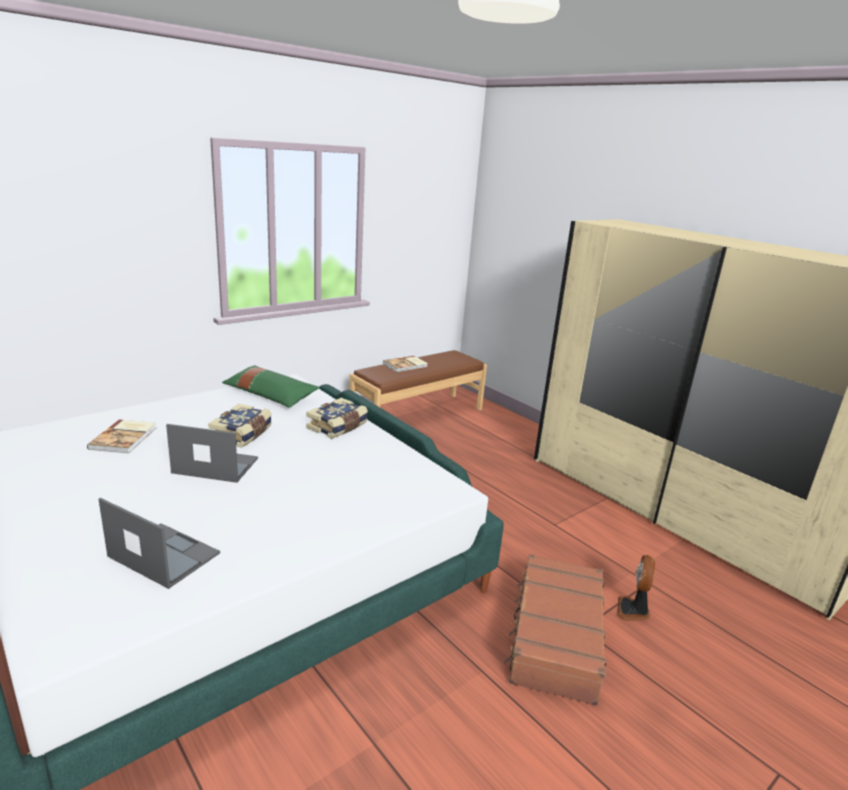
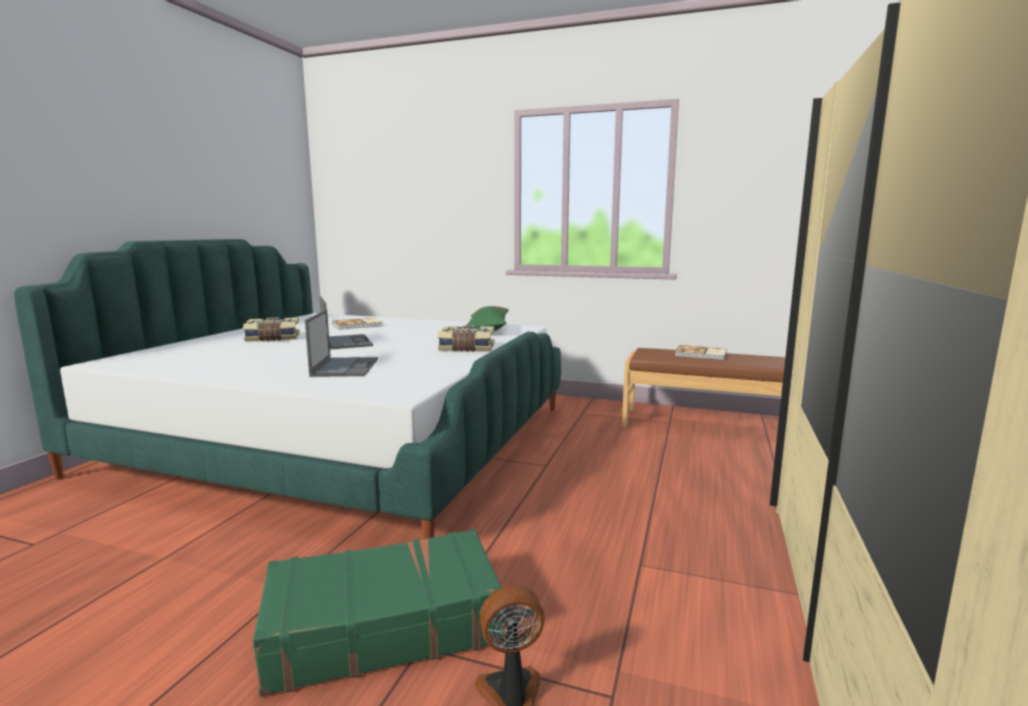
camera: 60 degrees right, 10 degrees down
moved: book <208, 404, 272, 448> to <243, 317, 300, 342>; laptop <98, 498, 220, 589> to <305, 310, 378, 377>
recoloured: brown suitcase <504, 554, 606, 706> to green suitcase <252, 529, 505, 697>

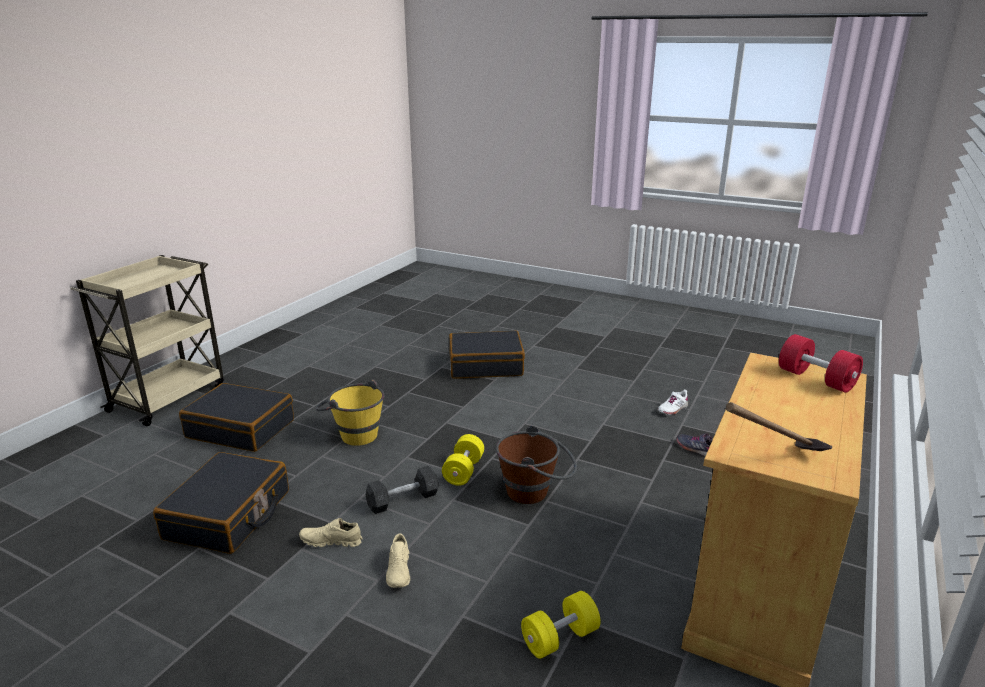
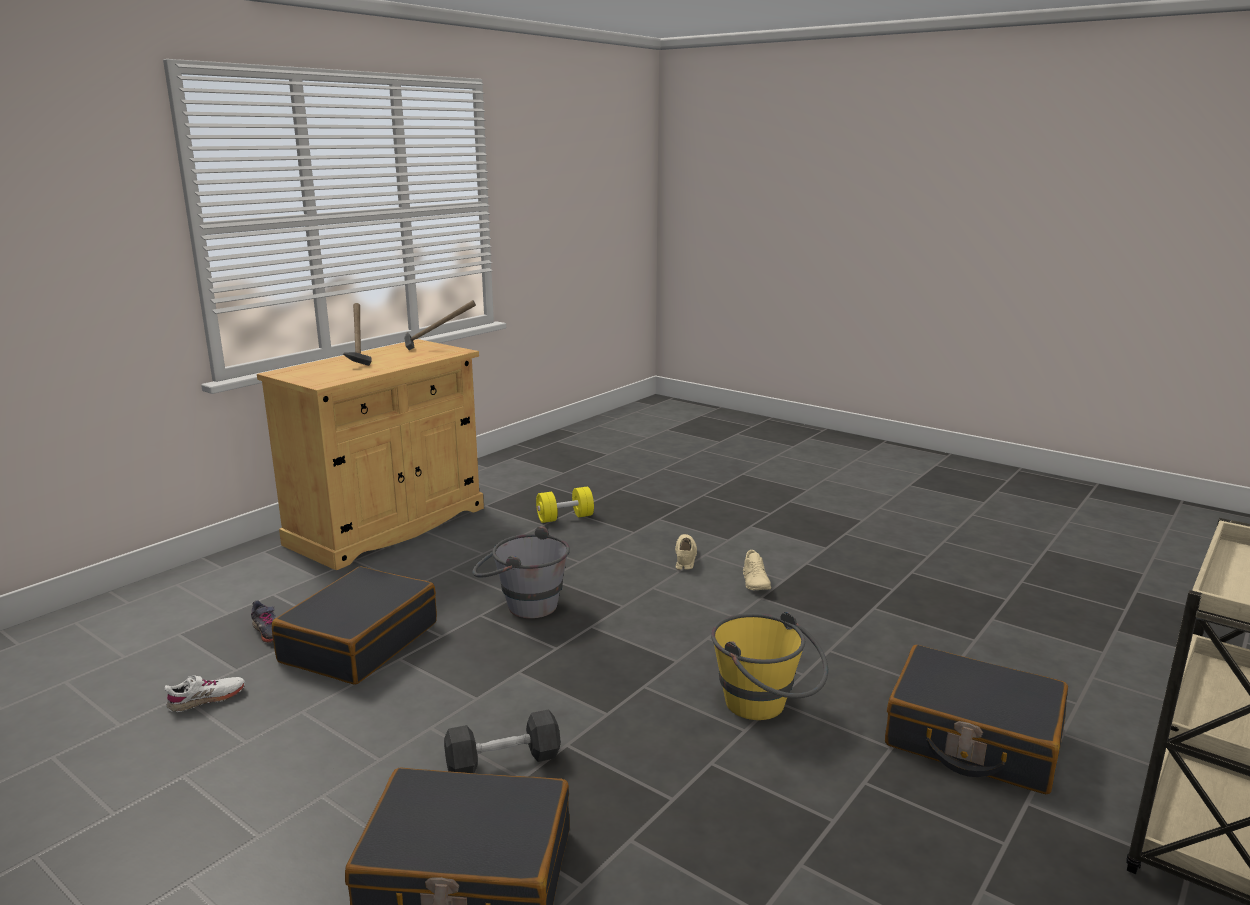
camera: 170 degrees left, 5 degrees down
removed: red dumbbell <779, 334, 863, 393>; yellow dumbbell <442, 434, 484, 486>
added: hammer <343, 303, 371, 366>
moved: black suitcase <153, 452, 289, 554> to <272, 566, 437, 685>; grey dumbbell <365, 466, 439, 514> to <444, 709, 561, 773>
recoloured: brown bucket <496, 425, 577, 504> to grey bucket <472, 526, 570, 618>
turned: beige shoe <299, 518, 363, 547> = <743, 550, 771, 590> 75 degrees clockwise

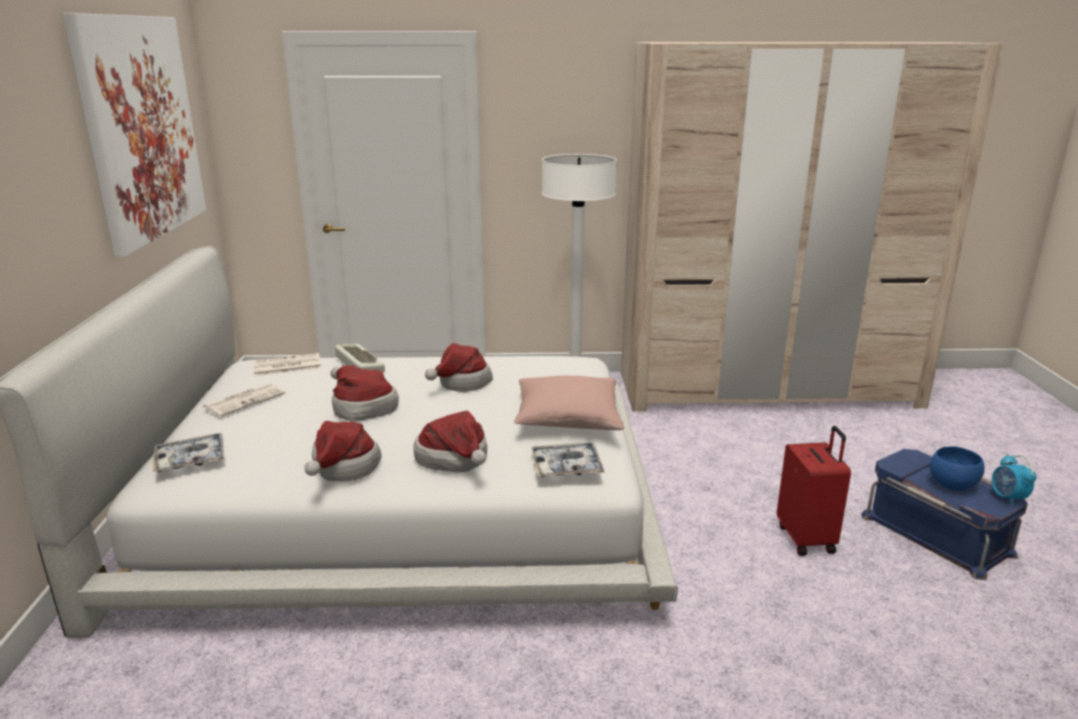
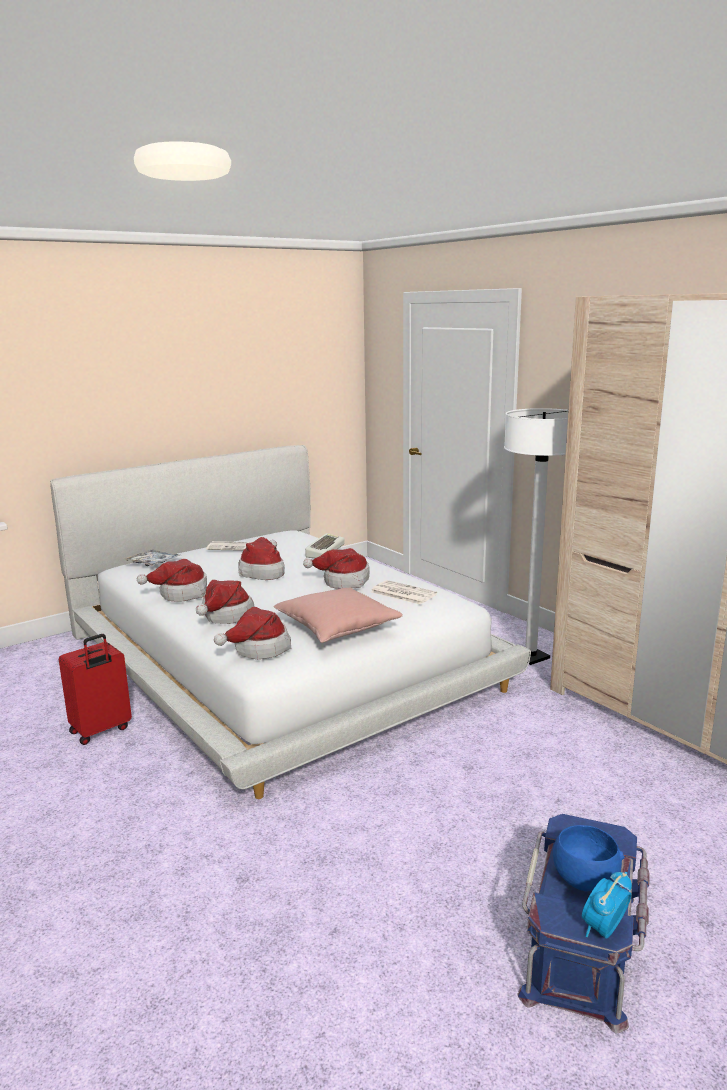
camera: 55 degrees right, 5 degrees down
removed: picture <63, 13, 206, 257>
moved: newspaper <254, 353, 321, 376> to <371, 580, 437, 605>; red suitcase <777, 426, 851, 556> to <59, 634, 132, 745>
replaced: tray <531, 442, 605, 477> to hat <214, 607, 291, 659>

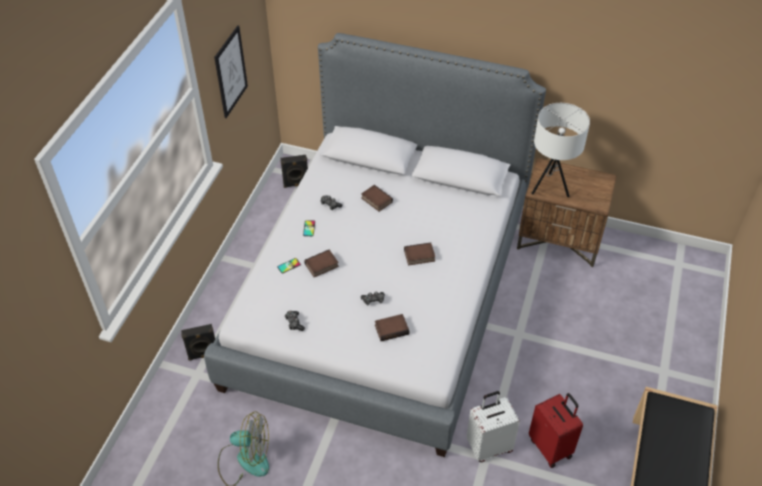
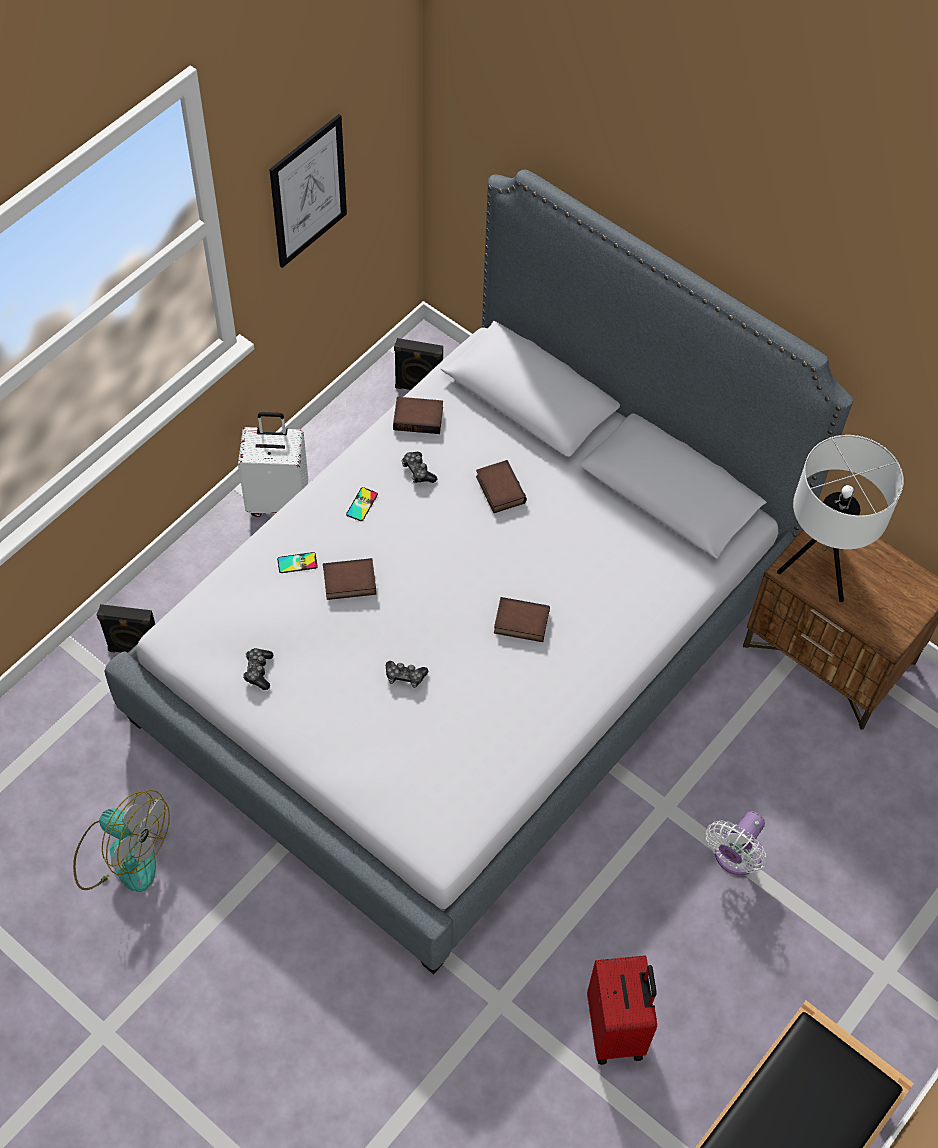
camera: 20 degrees right, 10 degrees up
added: white fan <706, 811, 766, 875>
moved: book <375, 314, 409, 341> to <393, 397, 443, 434>; white suitcase <466, 391, 520, 462> to <238, 412, 308, 517>

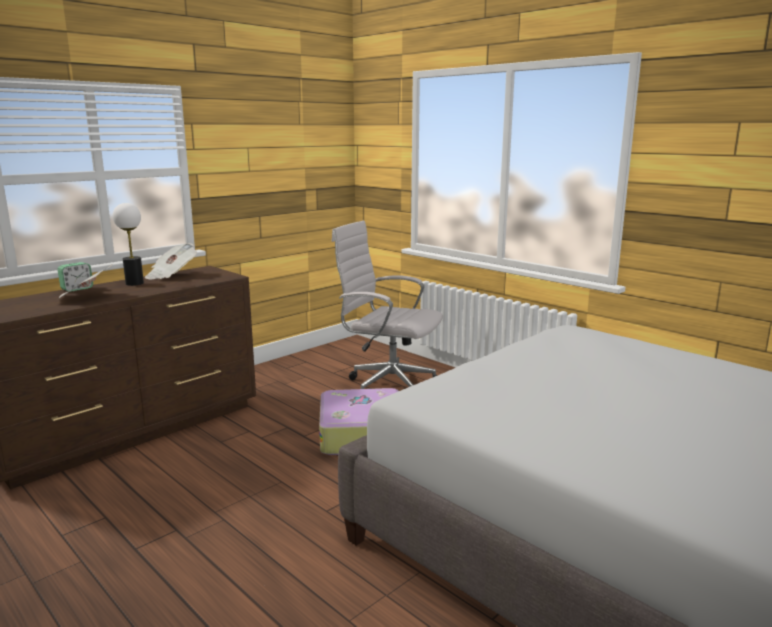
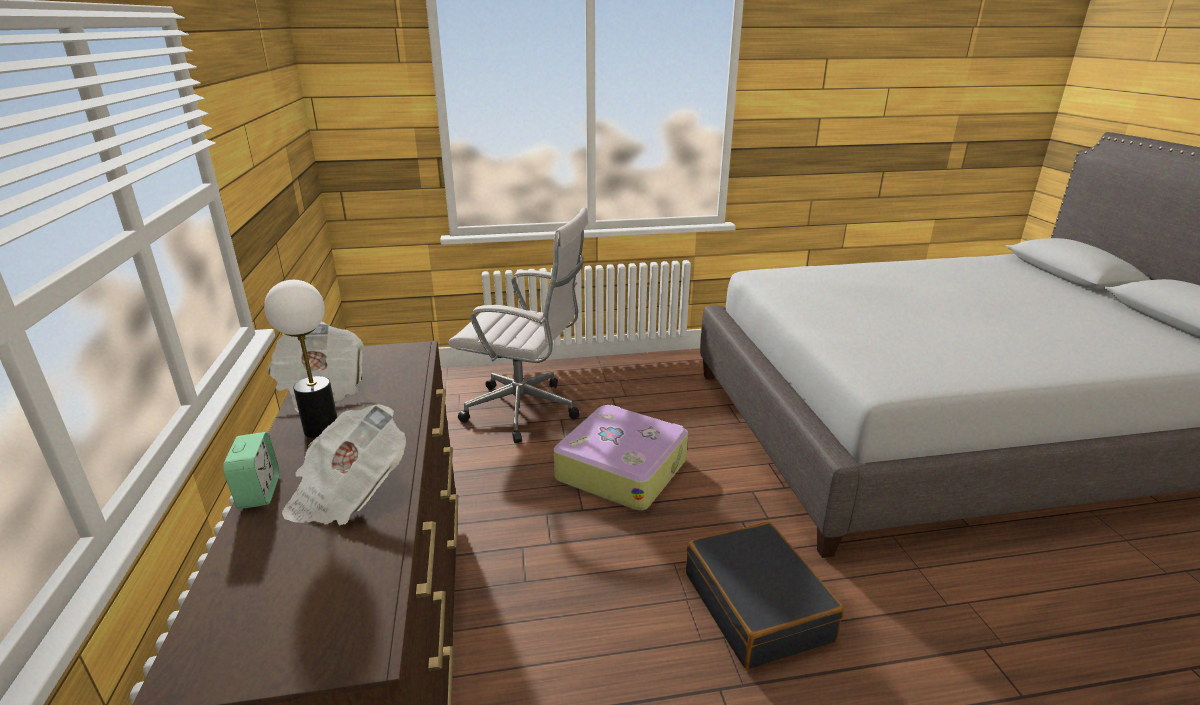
camera: 55 degrees left, 10 degrees up
added: black suitcase <686, 522, 844, 669>
turned: white office chair <332, 221, 443, 389> = <448, 208, 589, 443> 135 degrees counterclockwise

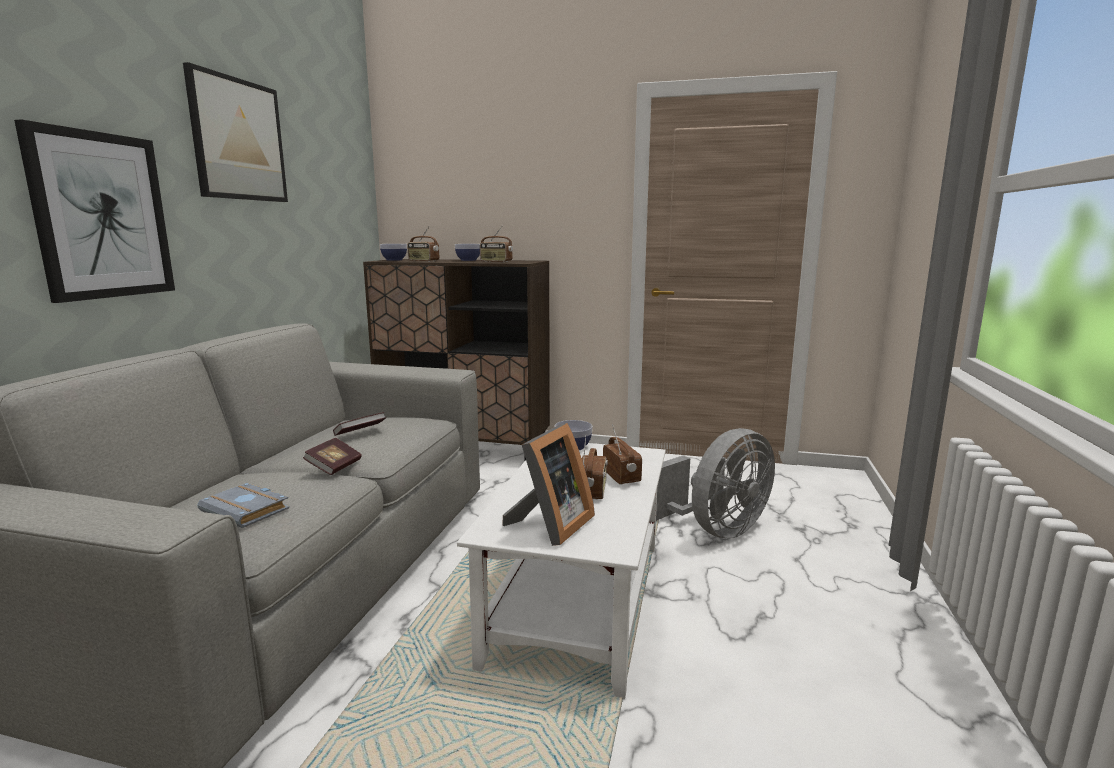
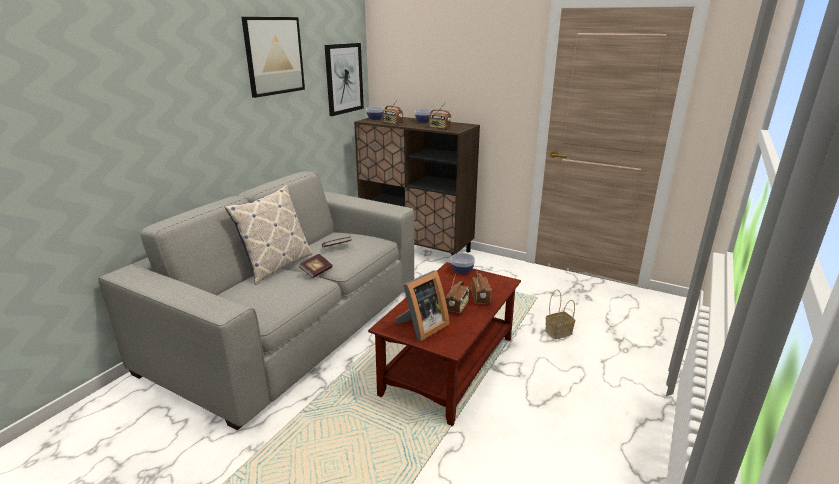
camera: 15 degrees right, 10 degrees up
removed: grey book <198, 483, 289, 528>
added: pillow <225, 185, 313, 285>
moved: picture <14, 120, 175, 303> to <325, 43, 364, 116>
replaced: grey fan <656, 428, 775, 539> to basket <545, 290, 575, 339>
recoloured: white coffee table <457, 443, 666, 700> to brown coffee table <368, 262, 521, 427>

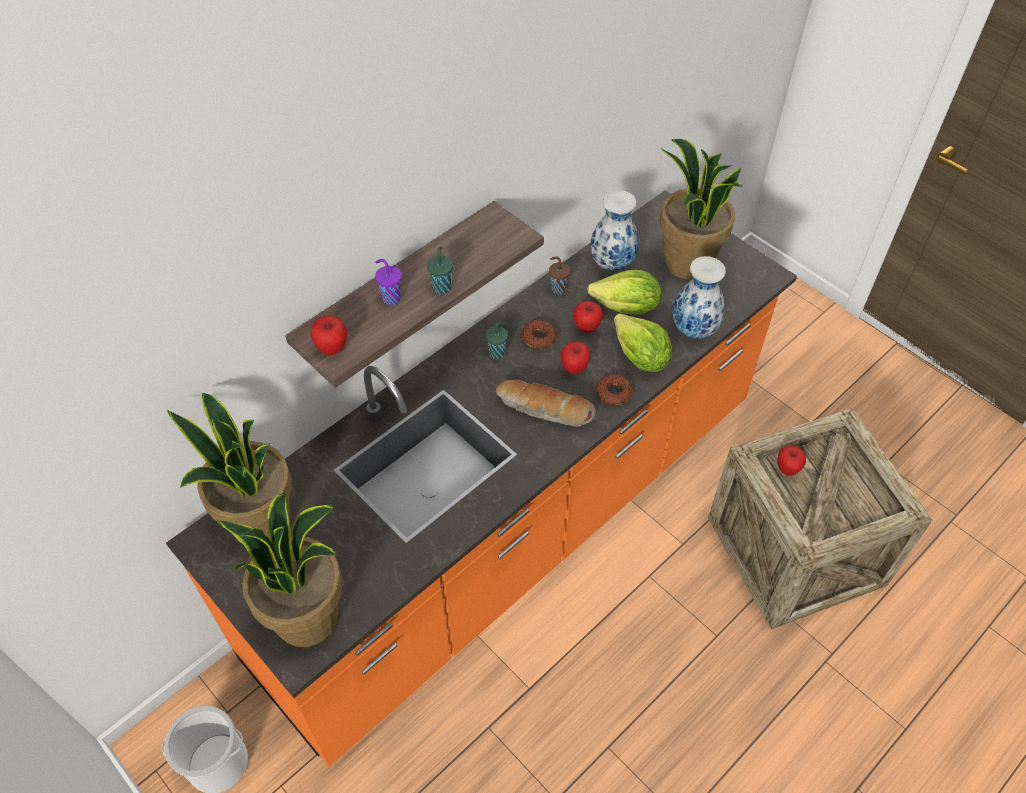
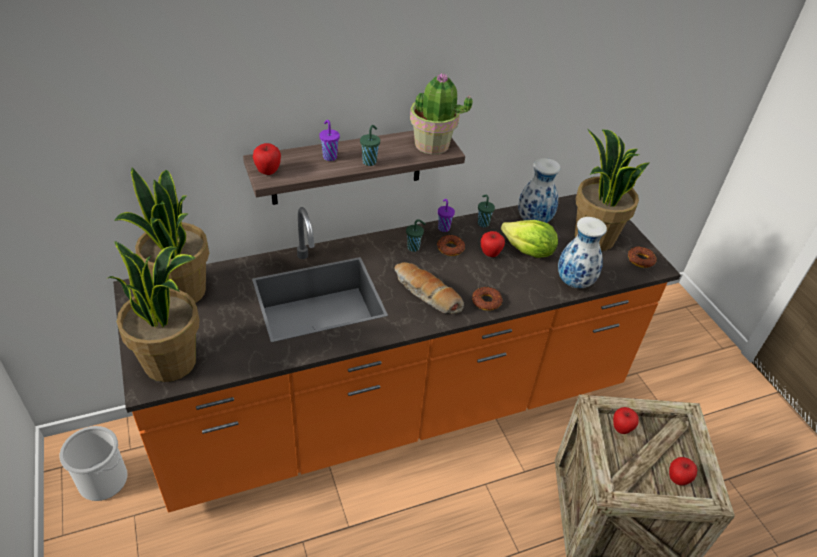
camera: 20 degrees right, 10 degrees down
removed: lettuce <614, 313, 672, 372>
added: potted plant <410, 72, 473, 154>; purple cup <438, 199, 455, 232>; donut <628, 246, 657, 268>
moved: apple <560, 341, 590, 374> to <669, 457, 697, 485>
recoloured: brown cup <549, 256, 570, 294> to green cup <478, 195, 495, 227>

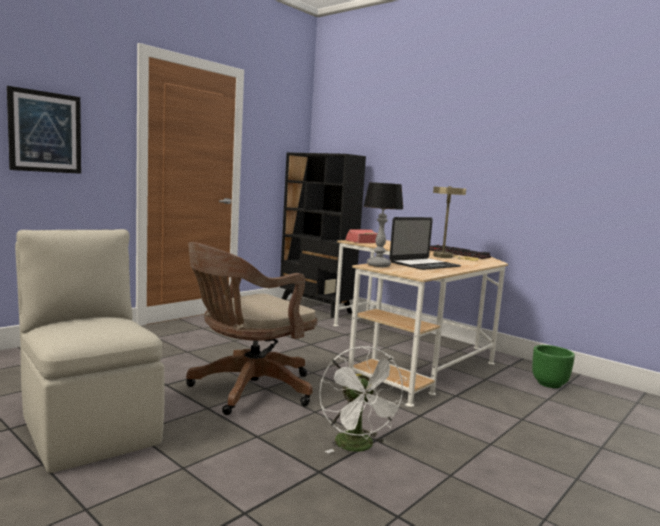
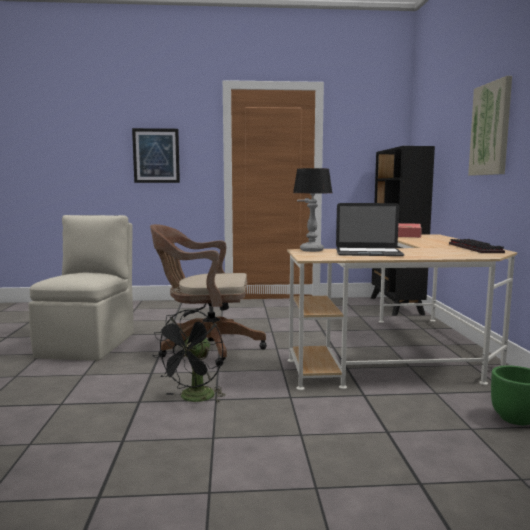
camera: 45 degrees right, 0 degrees up
removed: beige table lamp <433, 186, 478, 261>
added: picture <468, 76, 512, 176>
recoloured: white fan <319, 346, 407, 453> to black fan <153, 309, 226, 402>

